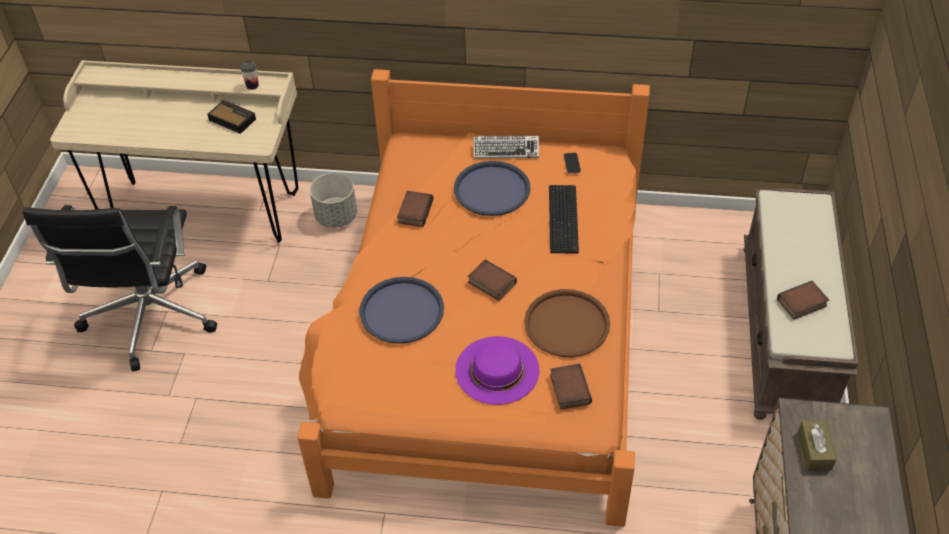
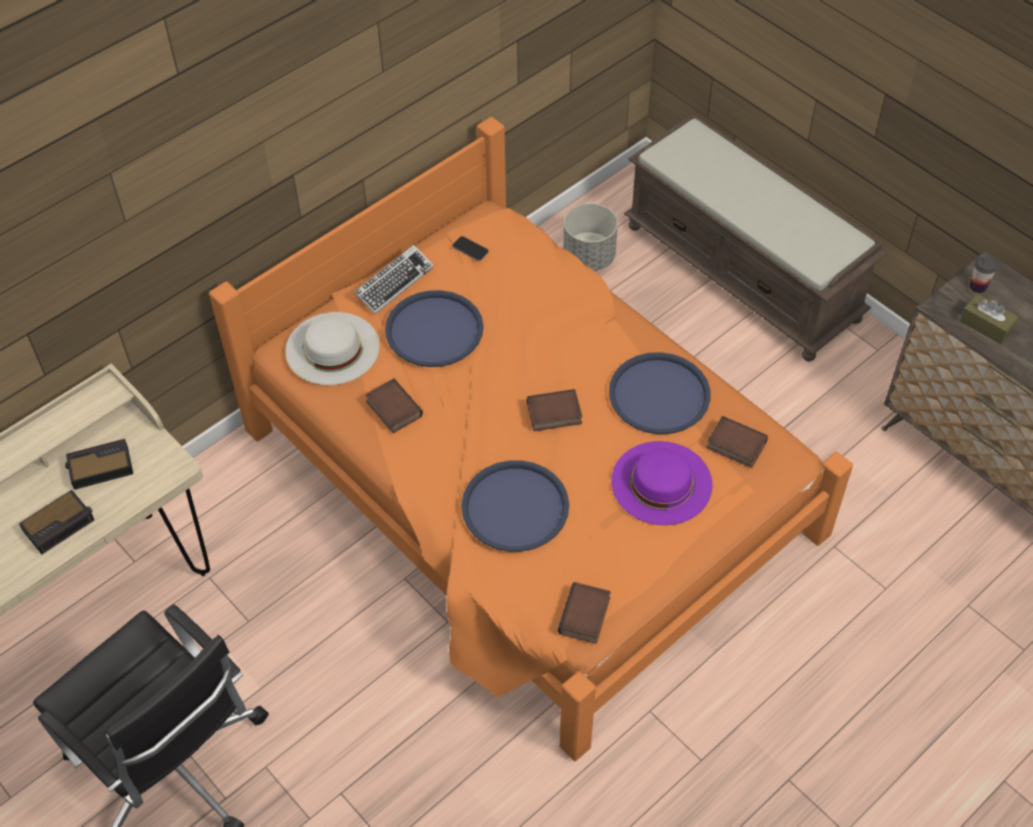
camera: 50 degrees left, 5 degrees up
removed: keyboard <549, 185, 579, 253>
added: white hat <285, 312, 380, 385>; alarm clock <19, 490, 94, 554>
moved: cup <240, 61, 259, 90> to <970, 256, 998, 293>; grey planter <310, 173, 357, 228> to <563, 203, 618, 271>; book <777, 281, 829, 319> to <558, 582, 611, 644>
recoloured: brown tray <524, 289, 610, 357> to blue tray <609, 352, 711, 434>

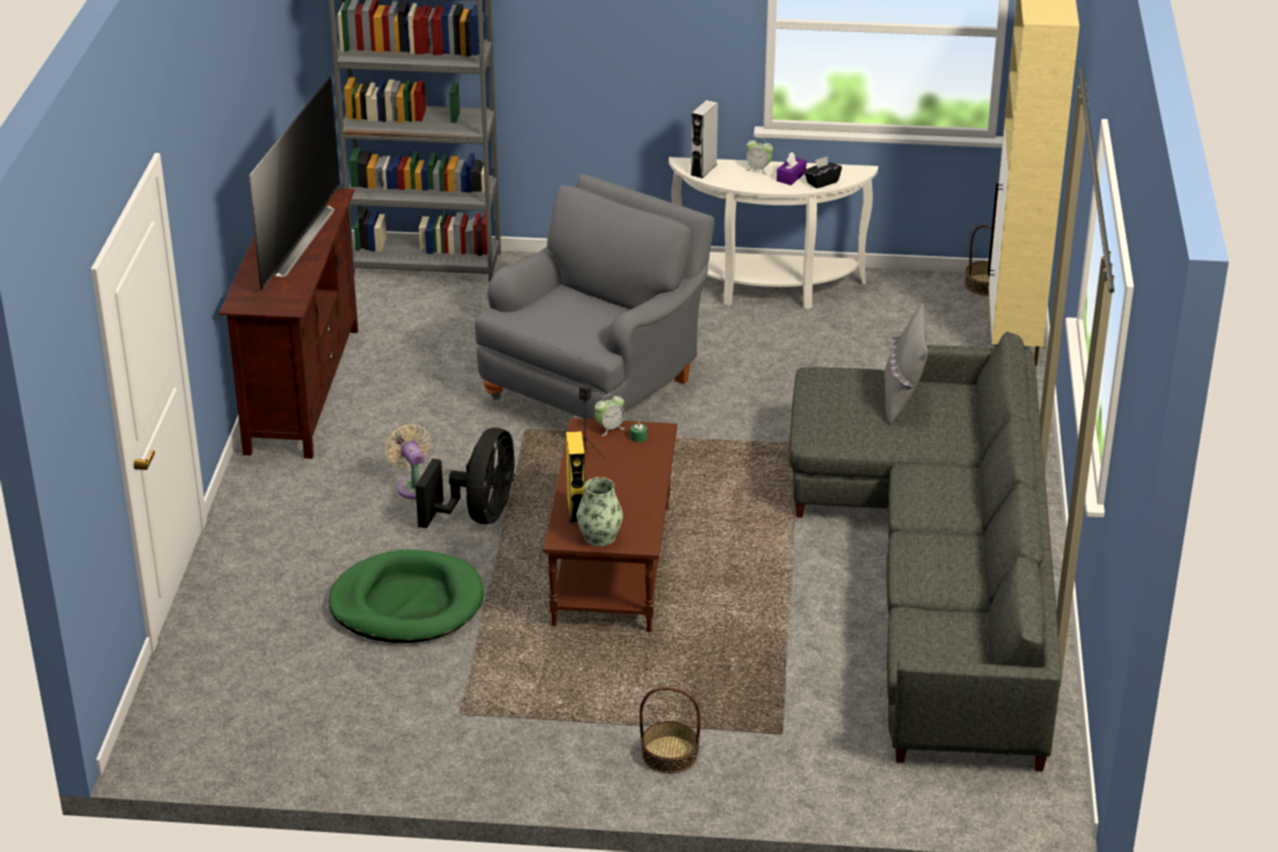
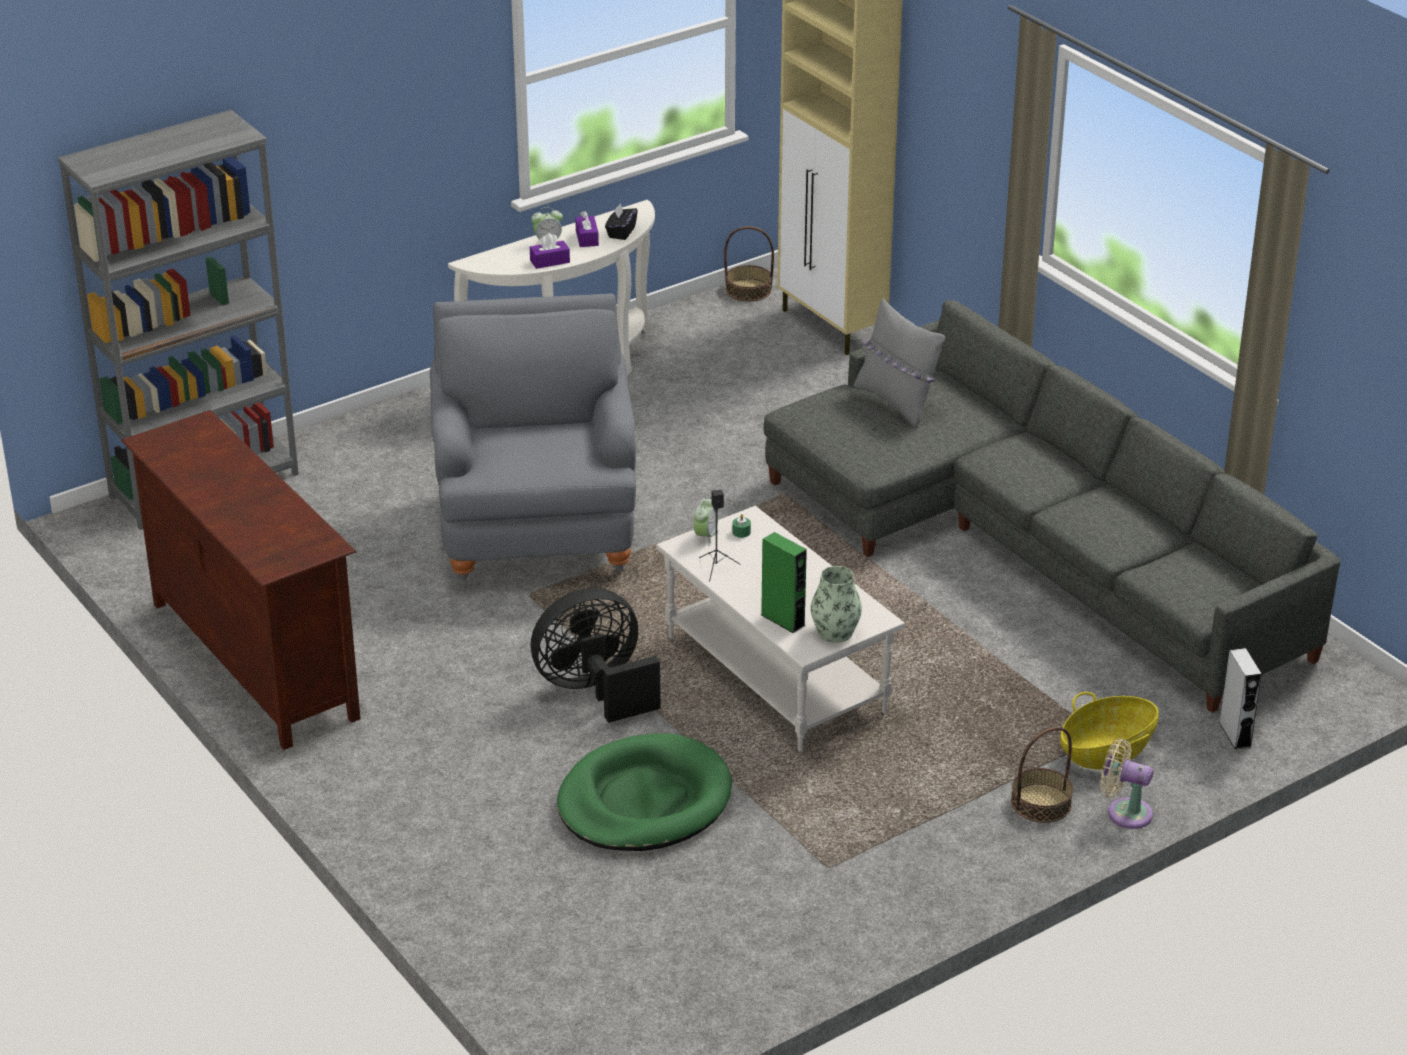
camera: 40 degrees left, 0 degrees up
removed: television <249, 76, 340, 291>
added: purple tissue box <530, 233, 570, 269>; basket <1060, 692, 1159, 770>
moved: grey speaker <690, 100, 718, 178> to <1219, 648, 1262, 750>; beige fan <384, 424, 430, 499> to <1100, 739, 1154, 829>
recoloured: brown coffee table <543, 418, 677, 632> to white coffee table <656, 506, 905, 751>; yellow speaker <566, 431, 585, 523> to green speaker <761, 532, 807, 634>
turned: black fan <415, 428, 515, 528> = <531, 588, 660, 723> 90 degrees counterclockwise

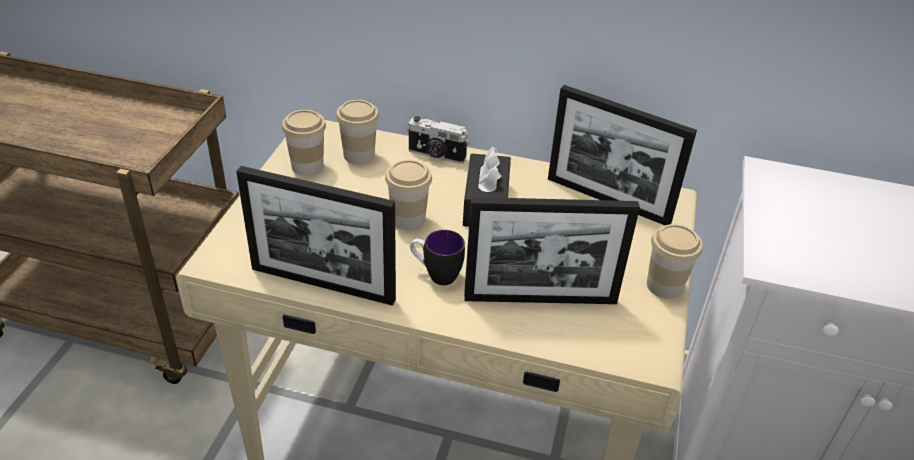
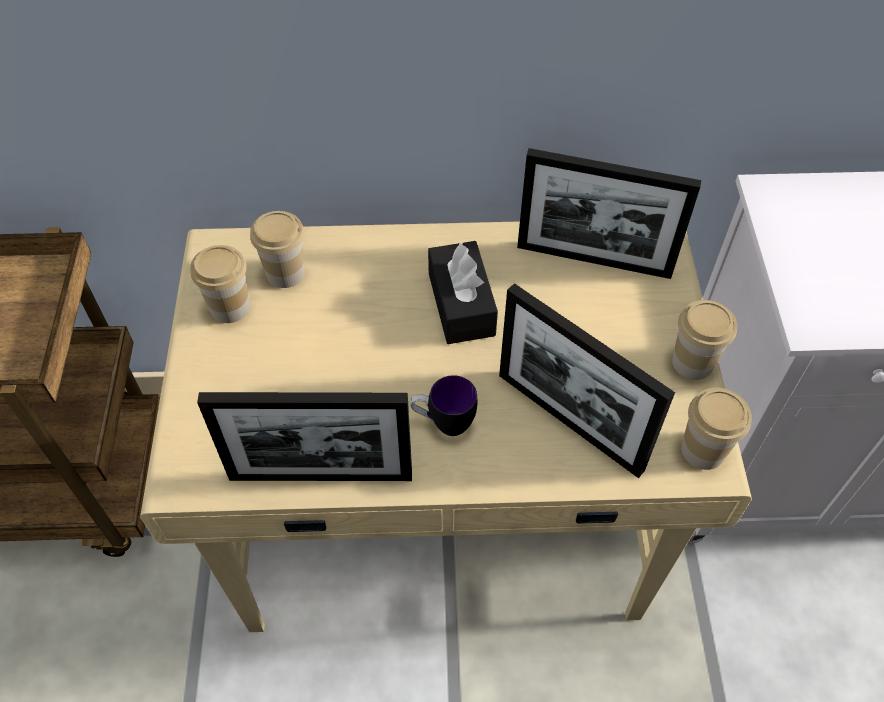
camera: 15 degrees left, 15 degrees up
removed: photo camera <407, 116, 469, 164>
moved: cup <385, 160, 432, 230> to <681, 388, 752, 470>
turned: picture frame <464, 197, 640, 304> = <499, 283, 675, 478> 60 degrees clockwise

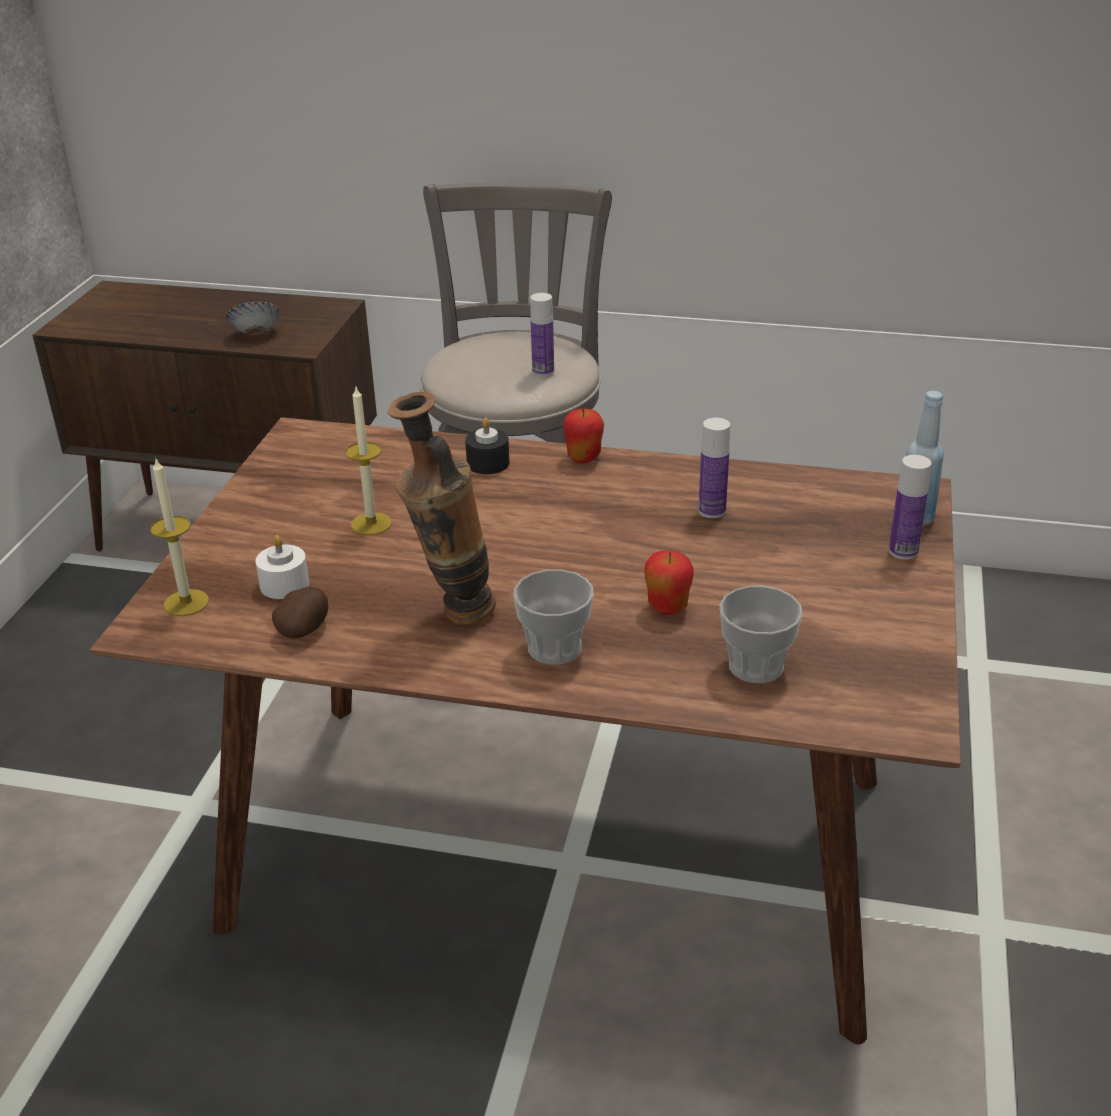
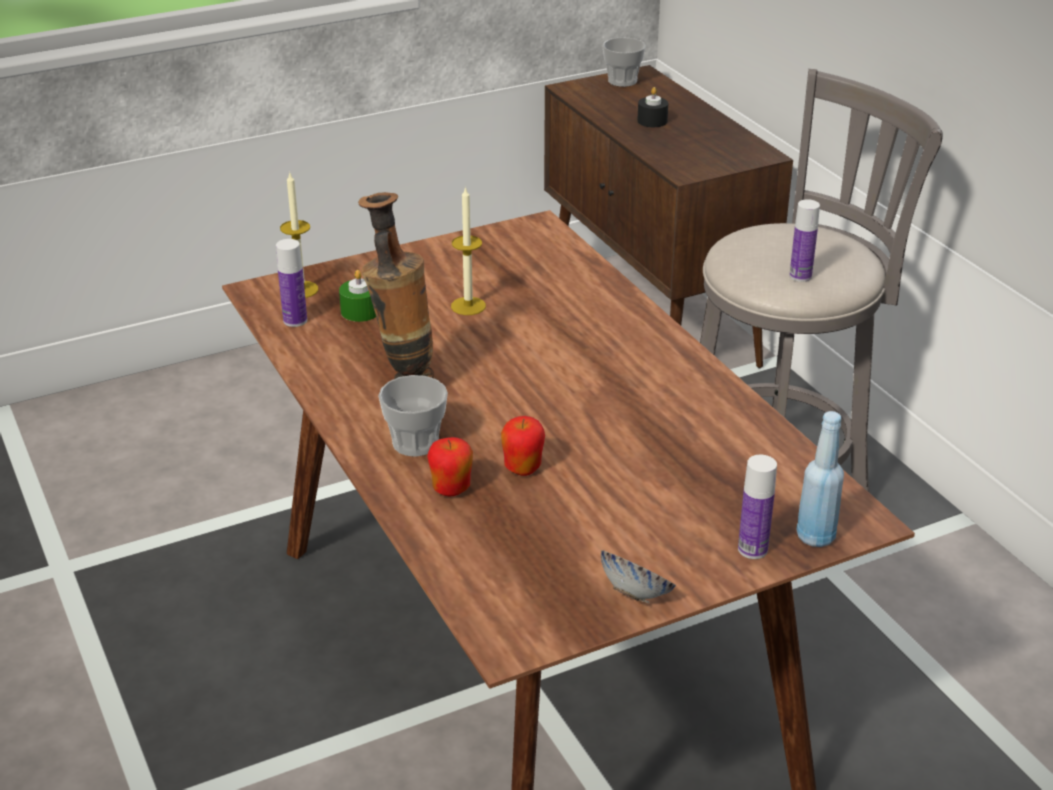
camera: 50 degrees right, 0 degrees up
removed: potato <272, 587, 328, 638>
moved: bowl <226, 301, 280, 335> to <601, 550, 676, 604>; apple <563, 409, 604, 463> to <427, 437, 473, 496>; black candle <465, 418, 509, 474> to <637, 87, 668, 127>; bottle <698, 418, 730, 518> to <276, 239, 307, 327>; cup <719, 586, 803, 683> to <603, 37, 646, 87>
recoloured: white candle <255, 535, 309, 599> to green candle <339, 270, 376, 322>

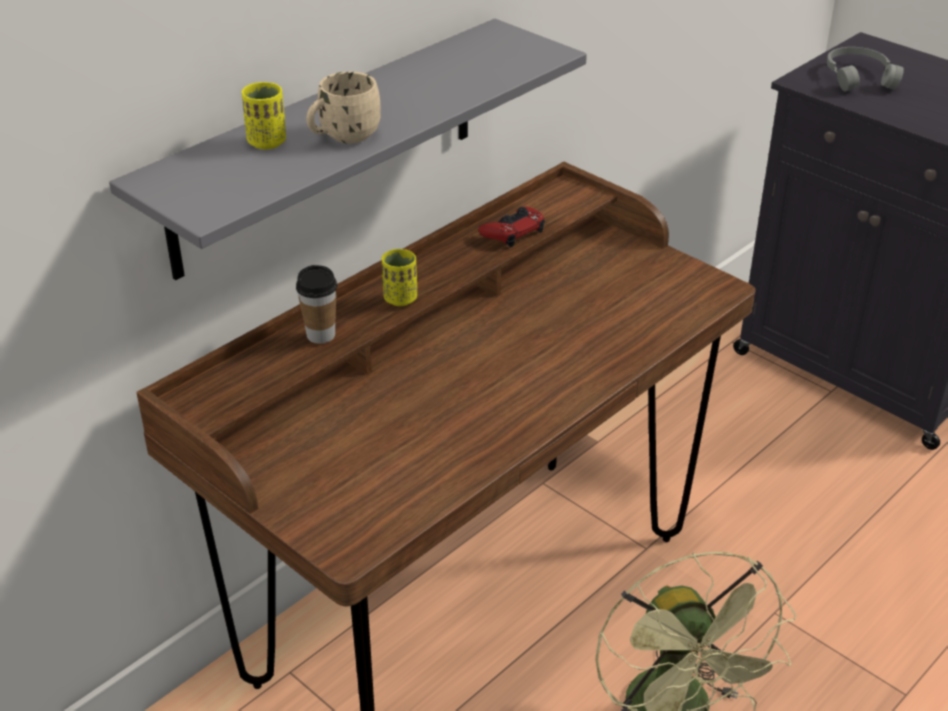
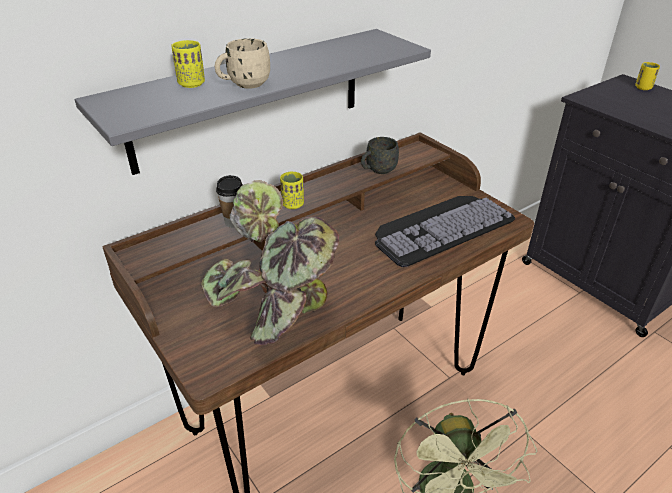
camera: 10 degrees right, 0 degrees up
removed: grey headphones <827, 47, 904, 92>
added: yellow cup <635, 62, 660, 90>; potted plant <201, 180, 339, 345>; keyboard <375, 196, 515, 267>
replaced: red game controller <478, 206, 545, 247> to grey mug <361, 137, 399, 174>

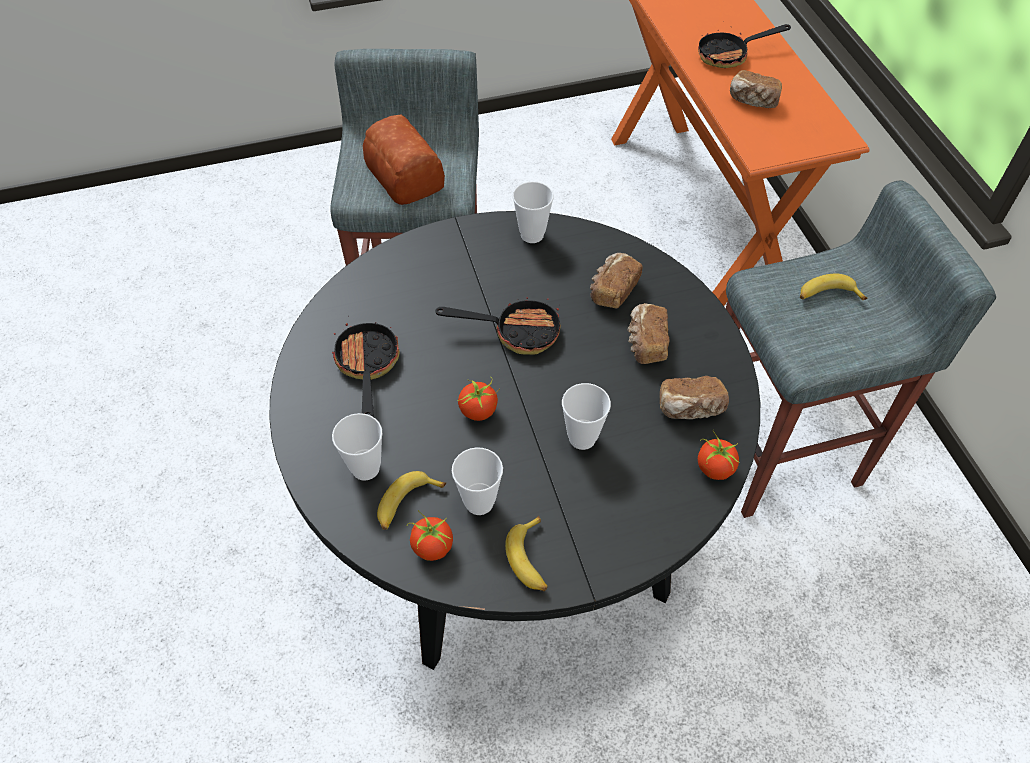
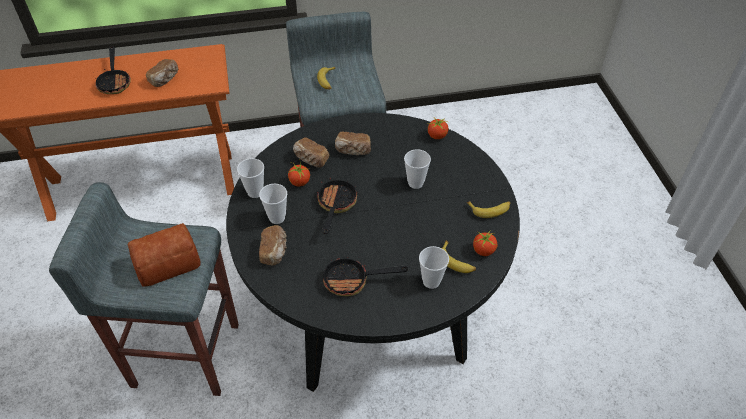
camera: 85 degrees left, 5 degrees down
moved: bread <660, 376, 729, 419> to <259, 225, 287, 266>; tomato <457, 377, 500, 421> to <288, 159, 310, 187>; cup <452, 447, 503, 515> to <259, 184, 287, 224>

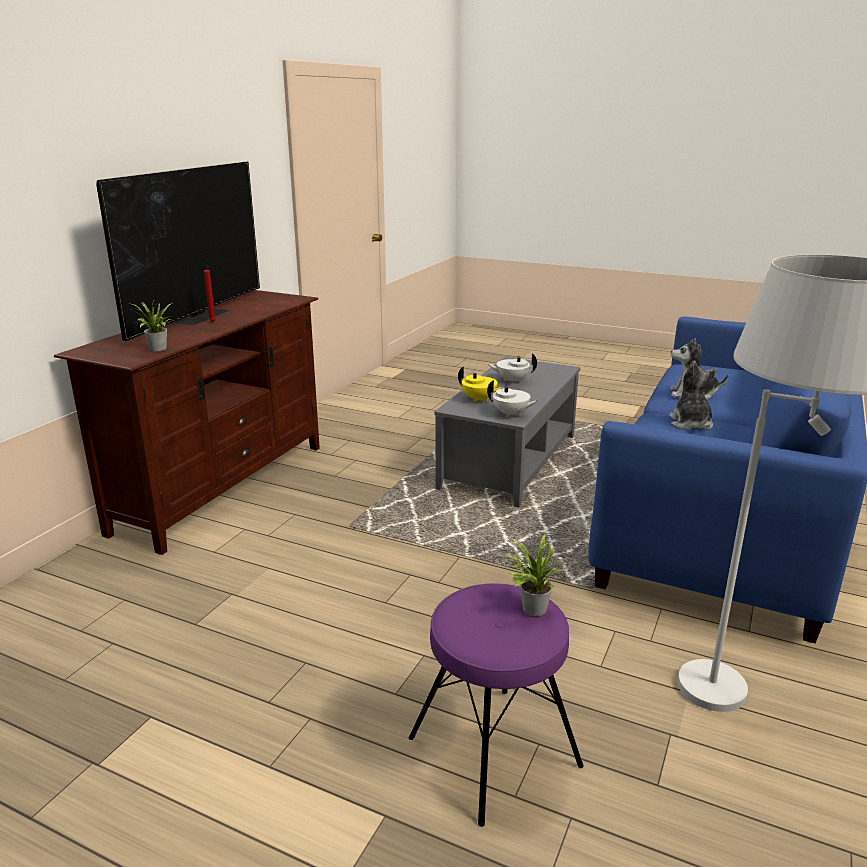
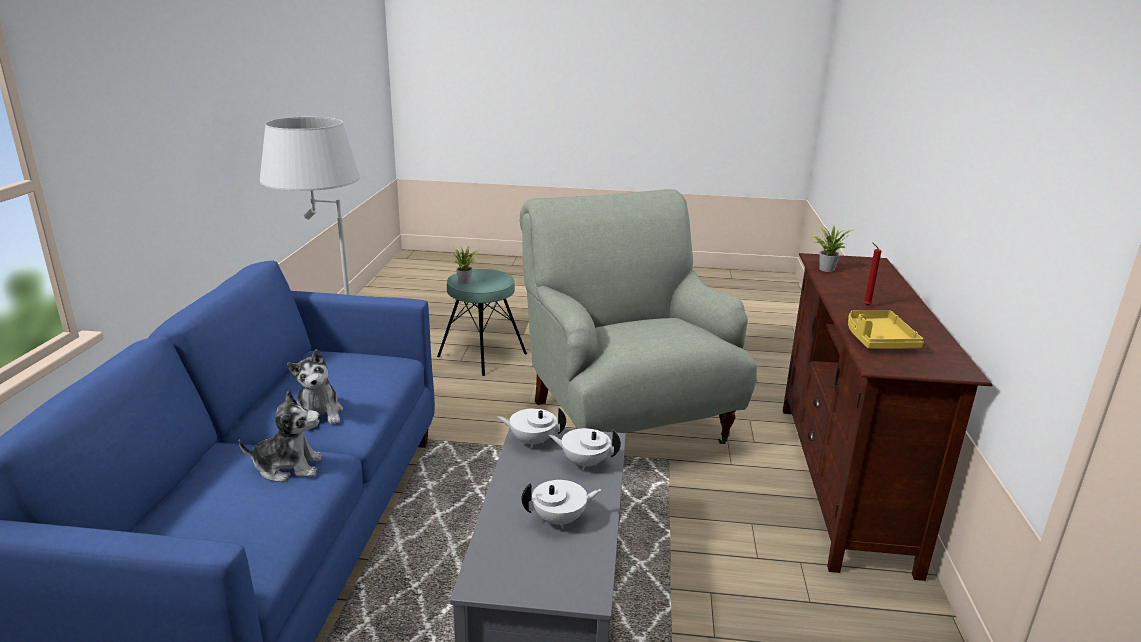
camera: 160 degrees right, 0 degrees up
removed: television <96, 161, 260, 341>
added: grey armchair <520, 189, 757, 444>; yellow tray <848, 310, 924, 349>
recoloured: yellow teapot <458, 366, 504, 403> to white teapot <549, 428, 621, 470>; purple stool <408, 583, 584, 827> to turquoise stool <437, 269, 527, 376>

